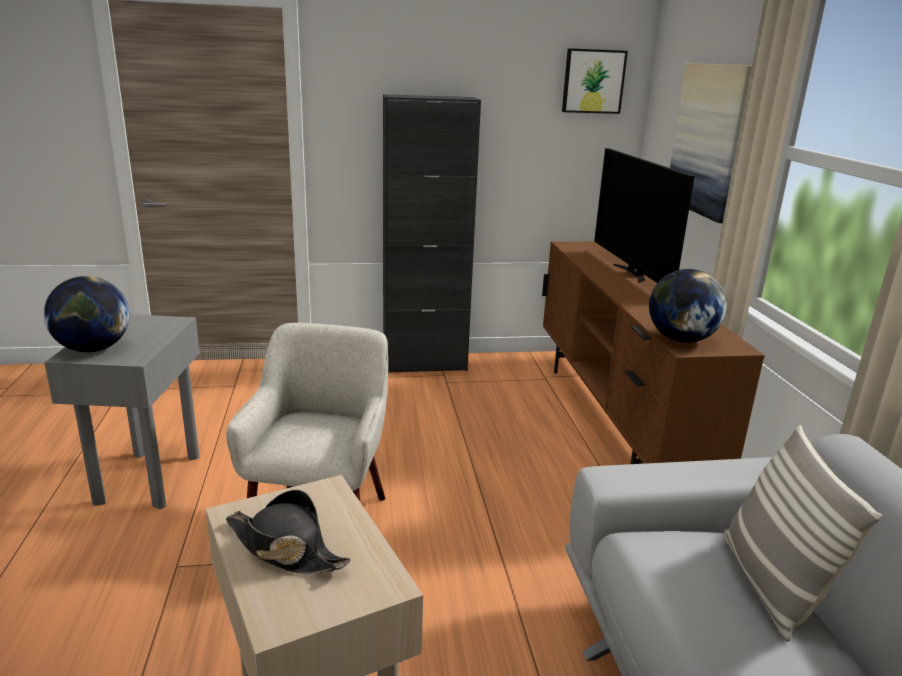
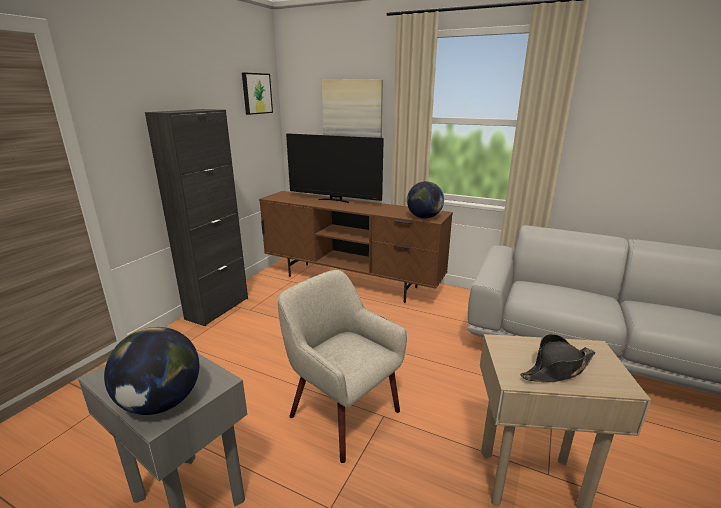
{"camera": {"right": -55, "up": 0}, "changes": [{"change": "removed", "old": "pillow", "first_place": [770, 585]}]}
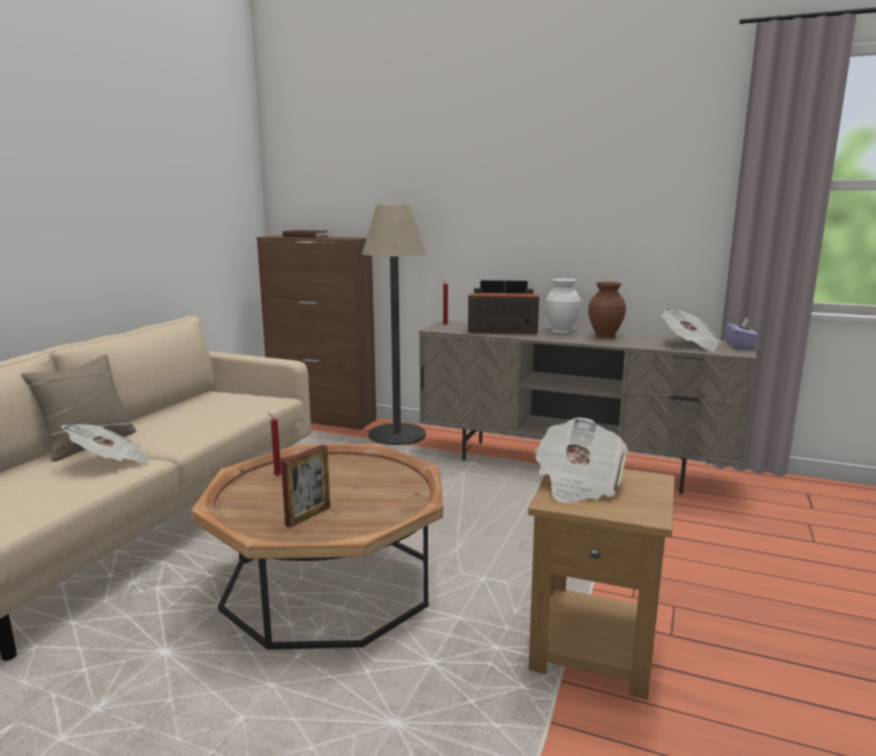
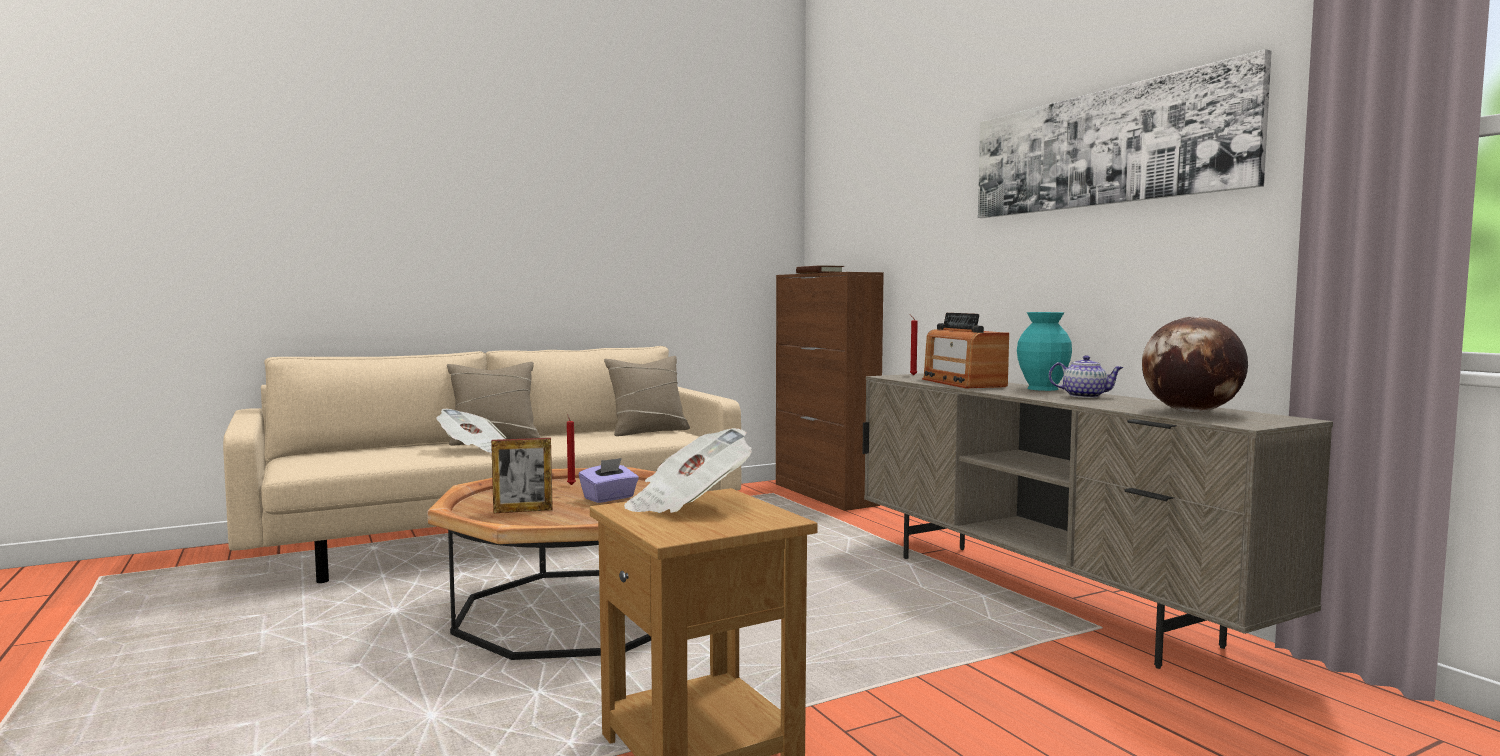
{"camera": {"right": 40, "up": -10}, "changes": [{"change": "removed", "old": "floor lamp", "first_place": [397, 435]}, {"change": "turned", "old": "radio receiver", "first_place": [502, 331], "second_place": [963, 383], "degrees": -150}, {"change": "recoloured", "old": "white vase", "new": "turquoise vase", "first_place": [561, 331], "second_place": [1042, 388]}, {"change": "replaced", "old": "brown-coloured vase", "new": "teapot", "first_place": [604, 336], "second_place": [1085, 396]}, {"change": "replaced", "old": "printed paper", "new": "desk globe", "first_place": [690, 345], "second_place": [1191, 412]}, {"change": "moved", "old": "purple-coloured box of tissues", "first_place": [739, 346], "second_place": [609, 498]}, {"change": "added", "new": "beige pillow", "second_place": [648, 431]}, {"change": "added", "new": "wall picture", "second_place": [1102, 149]}]}
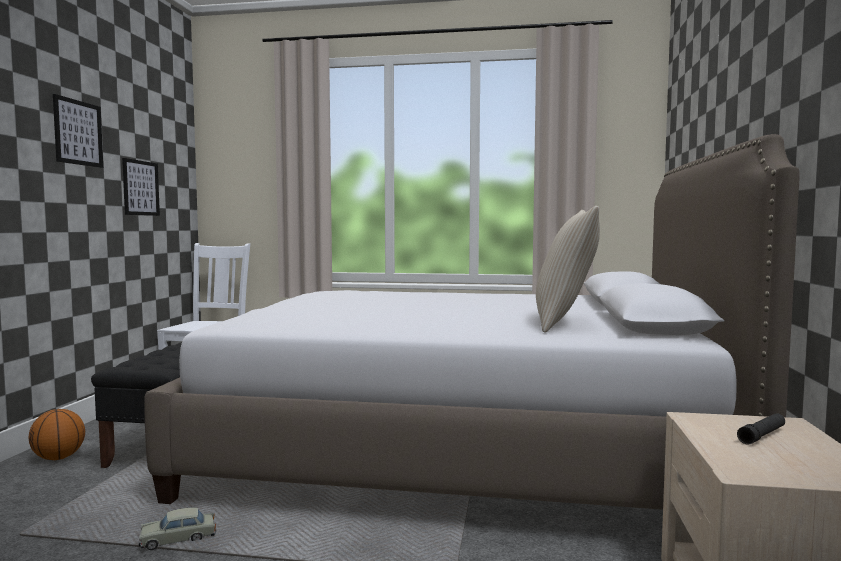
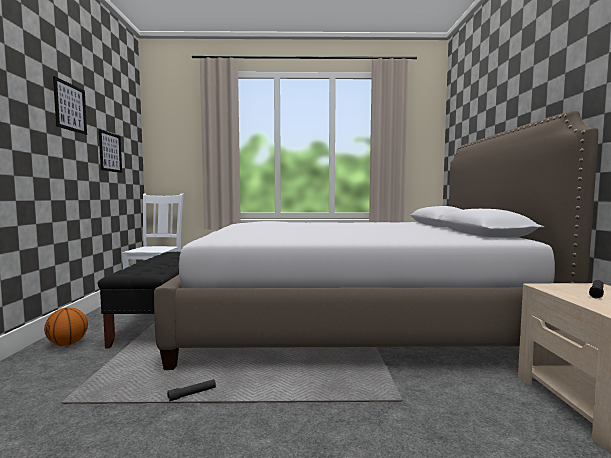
{"camera": {"right": -10, "up": 0}, "changes": [{"change": "replaced", "old": "beige model car", "new": "black flashlight", "first_place": [178, 539], "second_place": [192, 394]}, {"change": "removed", "old": "beige pillow", "first_place": [564, 322]}]}
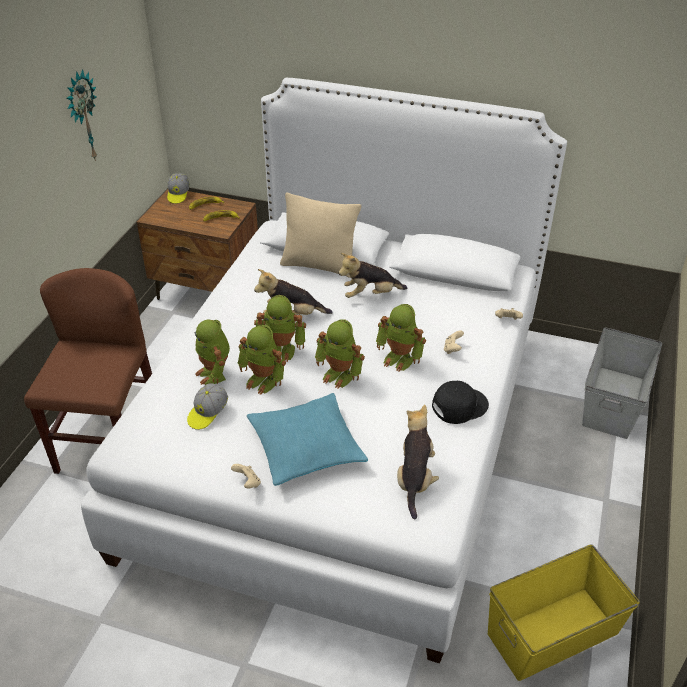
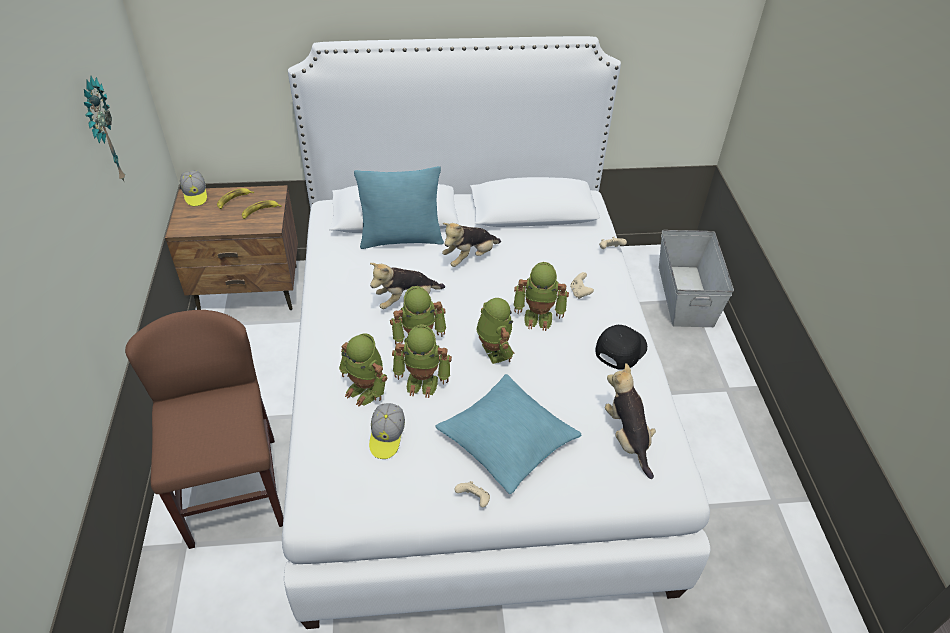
{"camera": {"right": -25, "up": 5}, "changes": [{"change": "recoloured", "old": "beige pillow", "new": "turquoise pillow", "first_place": [319, 266], "second_place": [401, 239]}, {"change": "turned", "old": "model robot", "first_place": [340, 375], "second_place": [493, 351], "degrees": -120}, {"change": "removed", "old": "yellowish storage box", "first_place": [551, 632]}]}
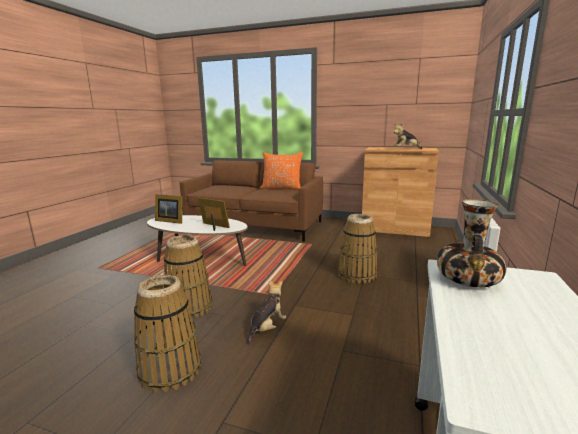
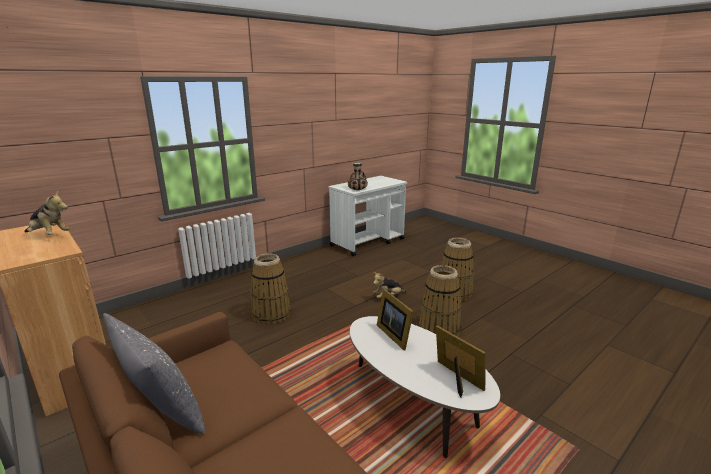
{"camera": {"right": -150, "up": 5}, "changes": [{"change": "recoloured", "old": "orange pillow", "new": "grey pillow", "first_place": [281, 188], "second_place": [162, 411]}]}
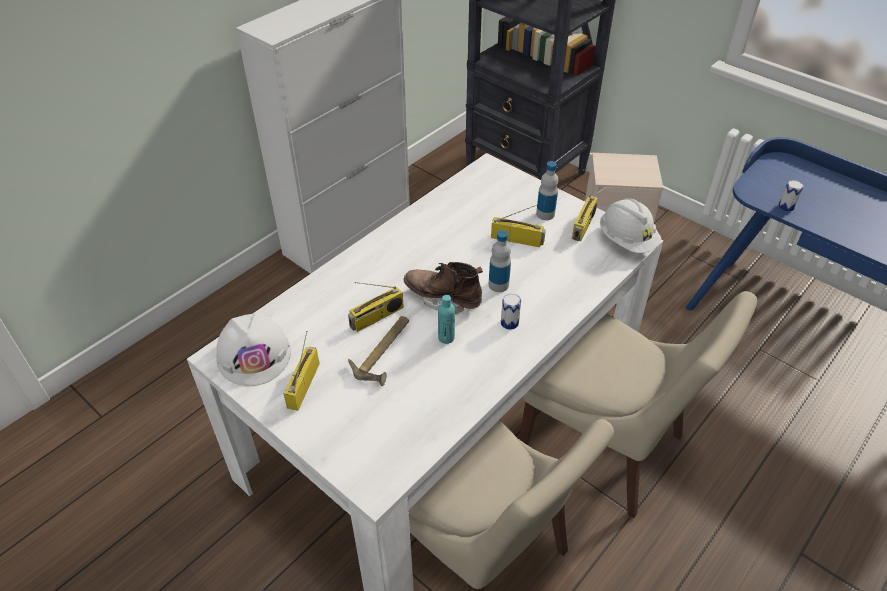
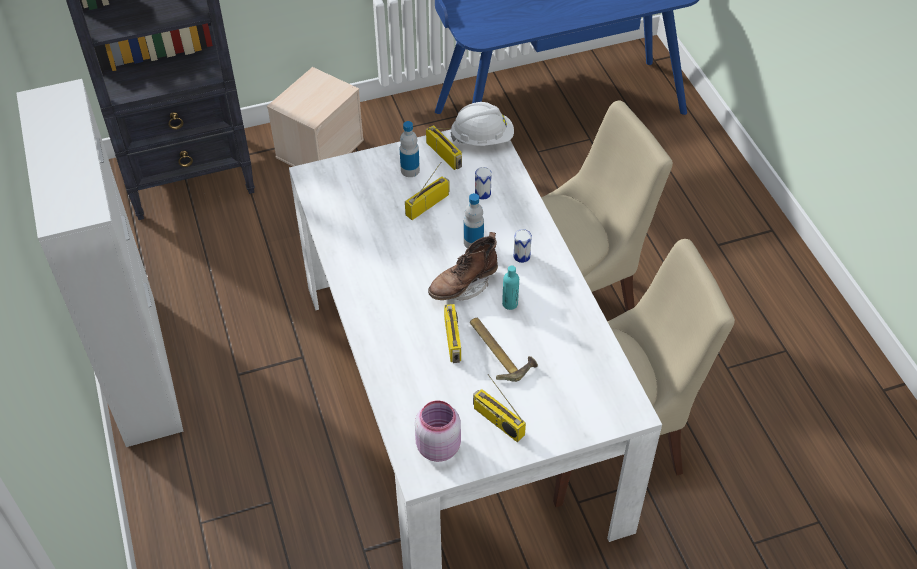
{"camera": {"right": -60, "up": 5}, "changes": [{"change": "replaced", "old": "white work helmet", "new": "pink-coloured storage jar", "first_place": [254, 354], "second_place": [437, 446]}, {"change": "moved", "old": "can", "first_place": [786, 207], "second_place": [482, 194]}]}
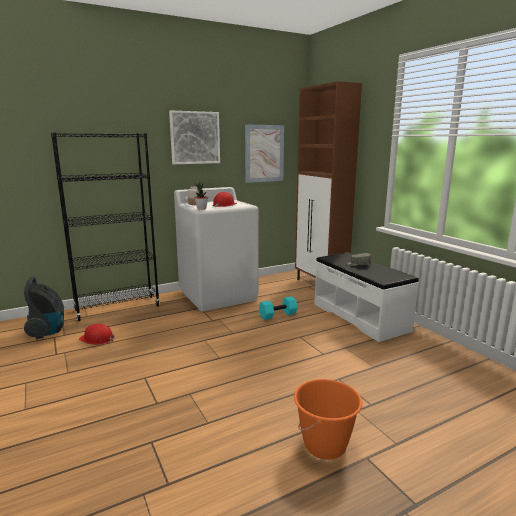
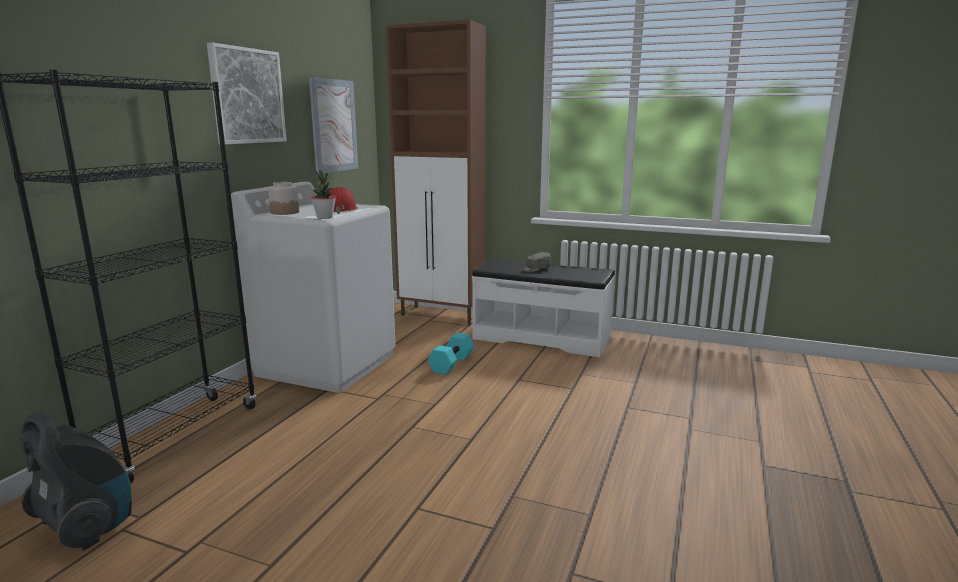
{"camera": {"right": -40, "up": 0}, "changes": [{"change": "removed", "old": "reddish work helmet", "first_place": [97, 339]}, {"change": "removed", "old": "orange pail", "first_place": [325, 445]}]}
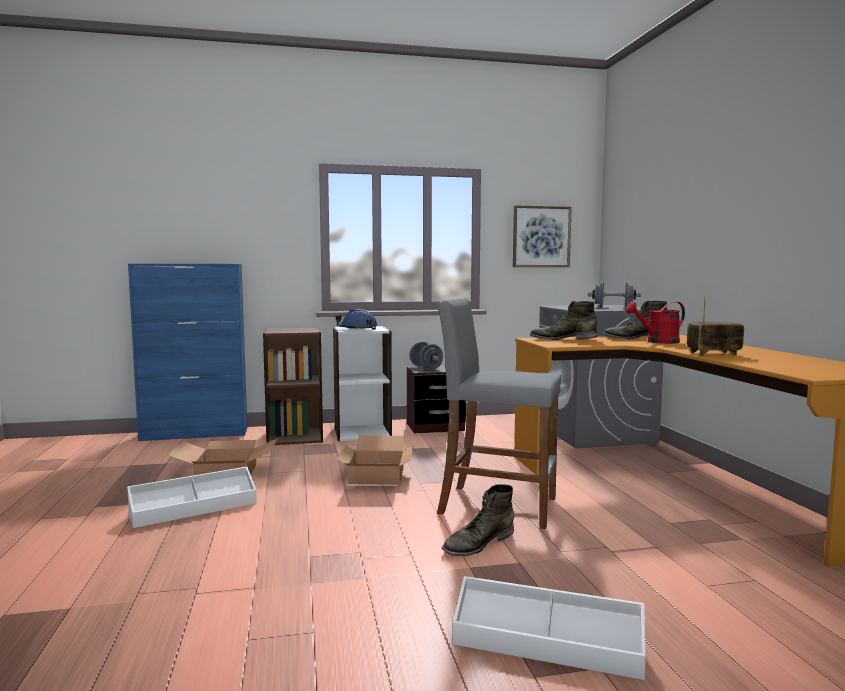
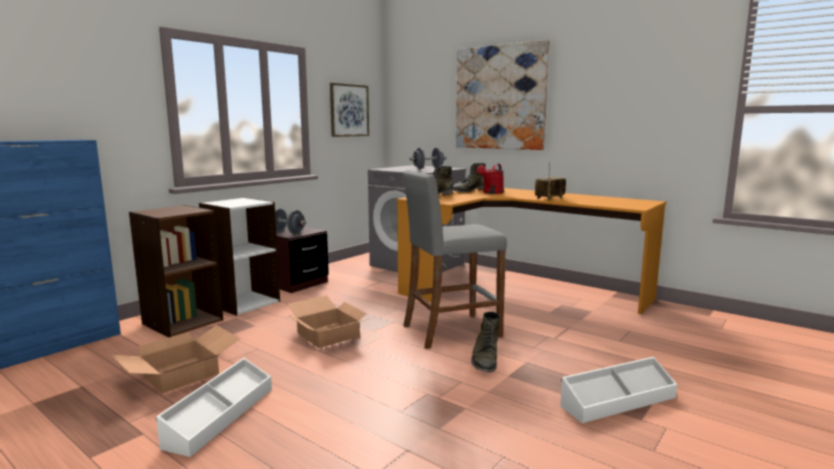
{"camera": {"right": -40, "up": 5}, "changes": [{"change": "removed", "old": "blue work helmet", "first_place": [357, 329]}, {"change": "added", "new": "wall picture", "second_place": [500, 97]}]}
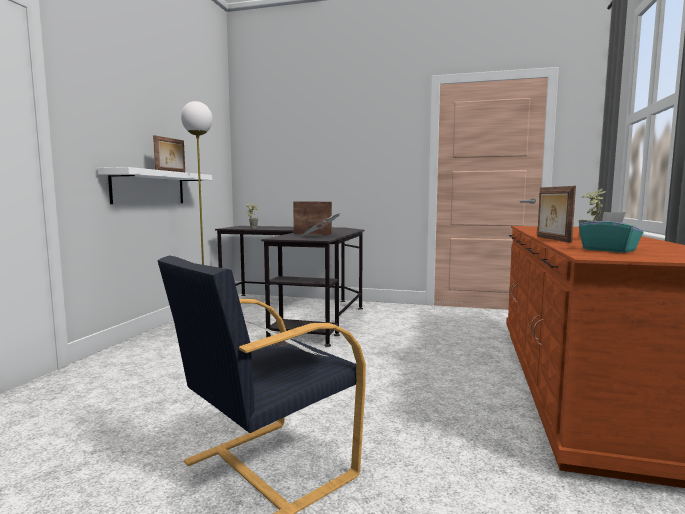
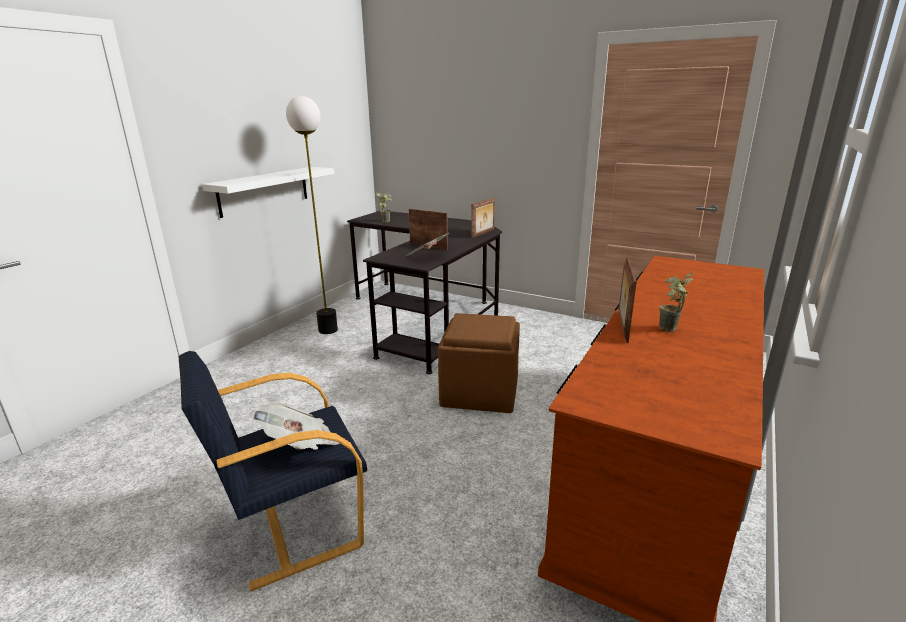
{"camera": {"right": 15, "up": 15}, "changes": [{"change": "moved", "old": "standing frame", "first_place": [171, 172], "second_place": [483, 234]}, {"change": "removed", "old": "turquoise box of tissues", "first_place": [609, 250]}, {"change": "added", "new": "brown-coloured footrest", "second_place": [480, 392]}]}
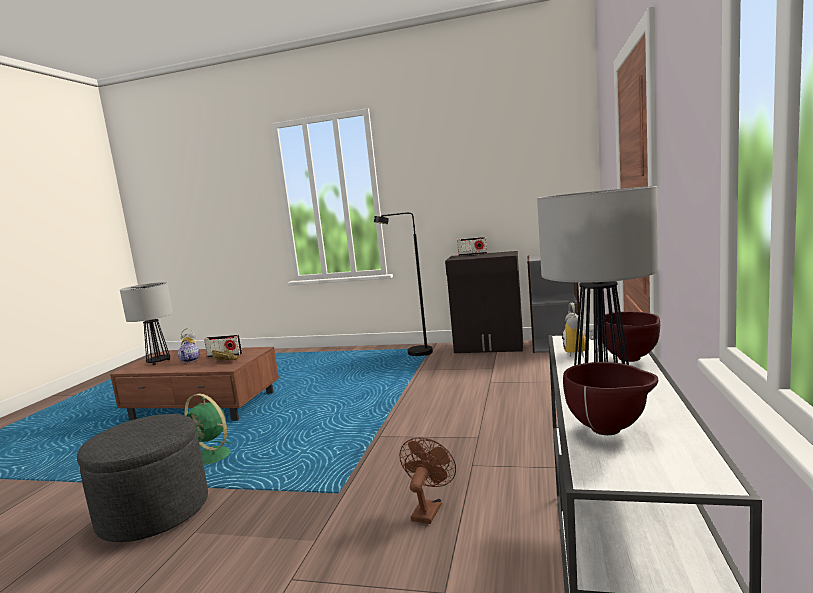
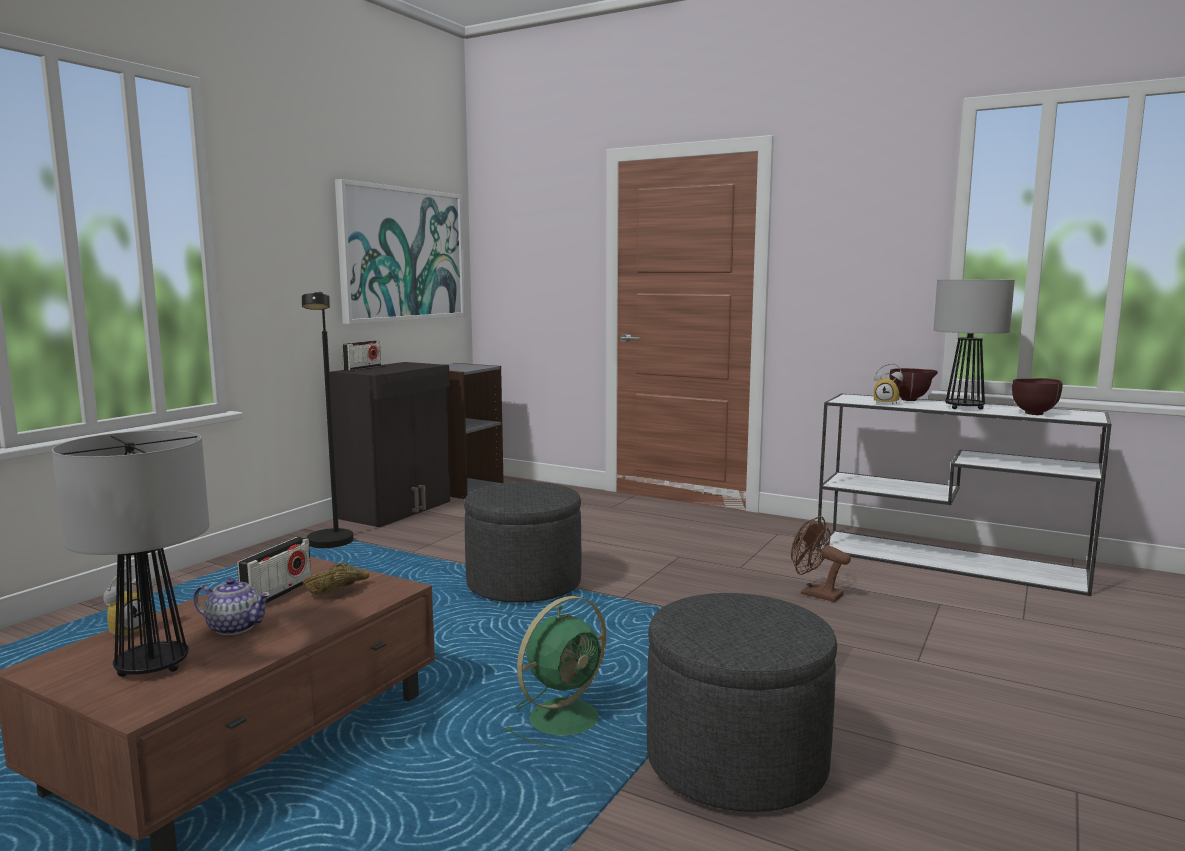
{"camera": {"right": -75, "up": 0}, "changes": [{"change": "added", "new": "wall picture", "second_place": [403, 254]}, {"change": "added", "new": "grey footrest", "second_place": [524, 584]}]}
